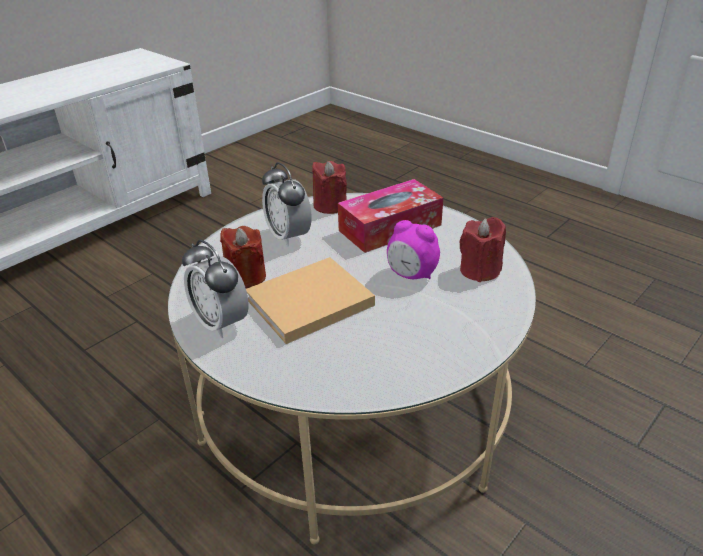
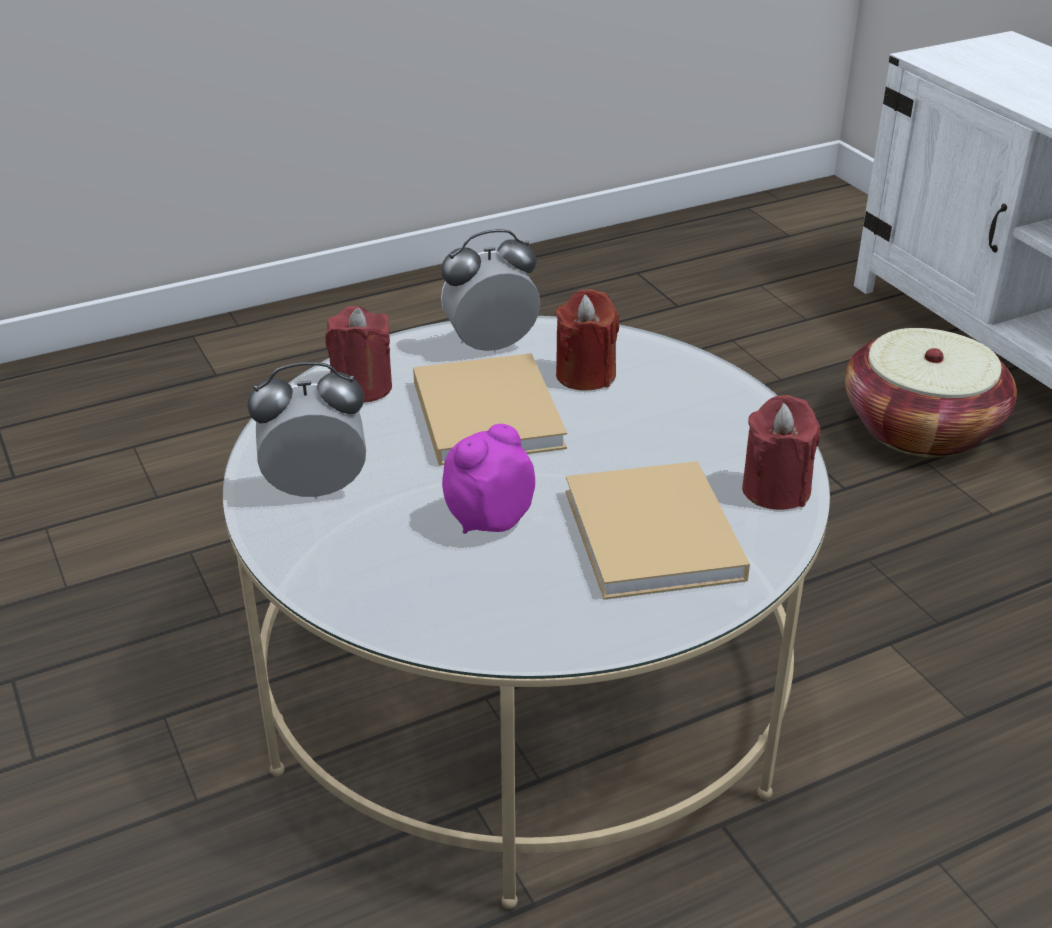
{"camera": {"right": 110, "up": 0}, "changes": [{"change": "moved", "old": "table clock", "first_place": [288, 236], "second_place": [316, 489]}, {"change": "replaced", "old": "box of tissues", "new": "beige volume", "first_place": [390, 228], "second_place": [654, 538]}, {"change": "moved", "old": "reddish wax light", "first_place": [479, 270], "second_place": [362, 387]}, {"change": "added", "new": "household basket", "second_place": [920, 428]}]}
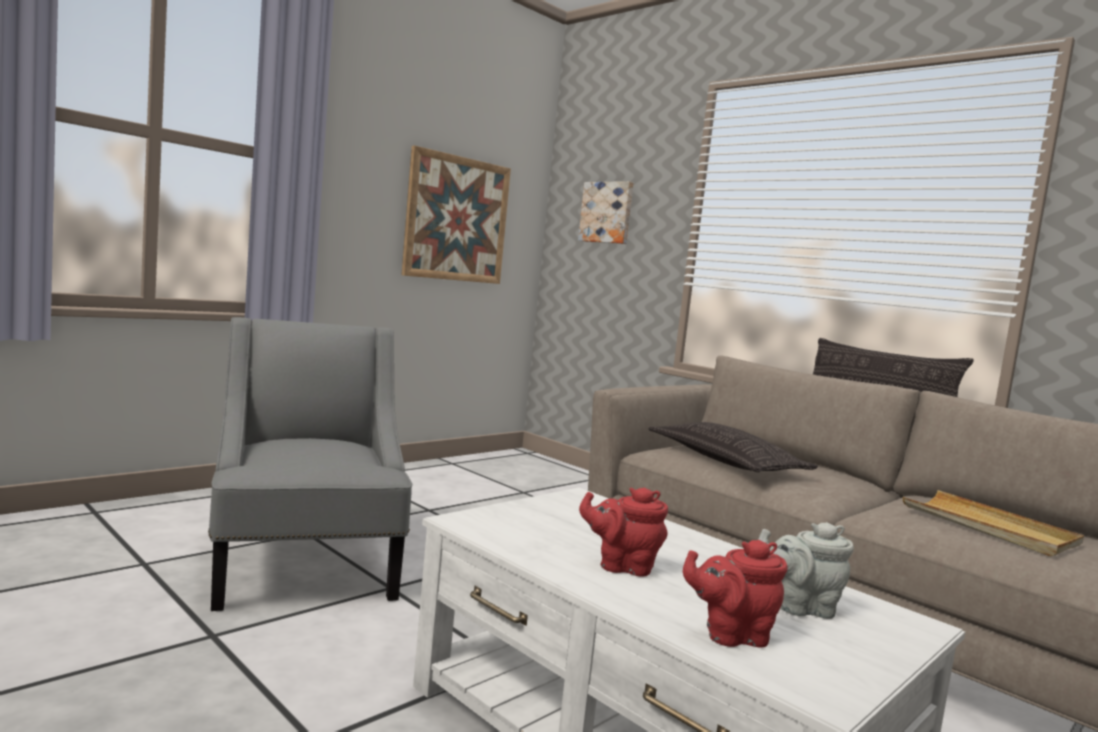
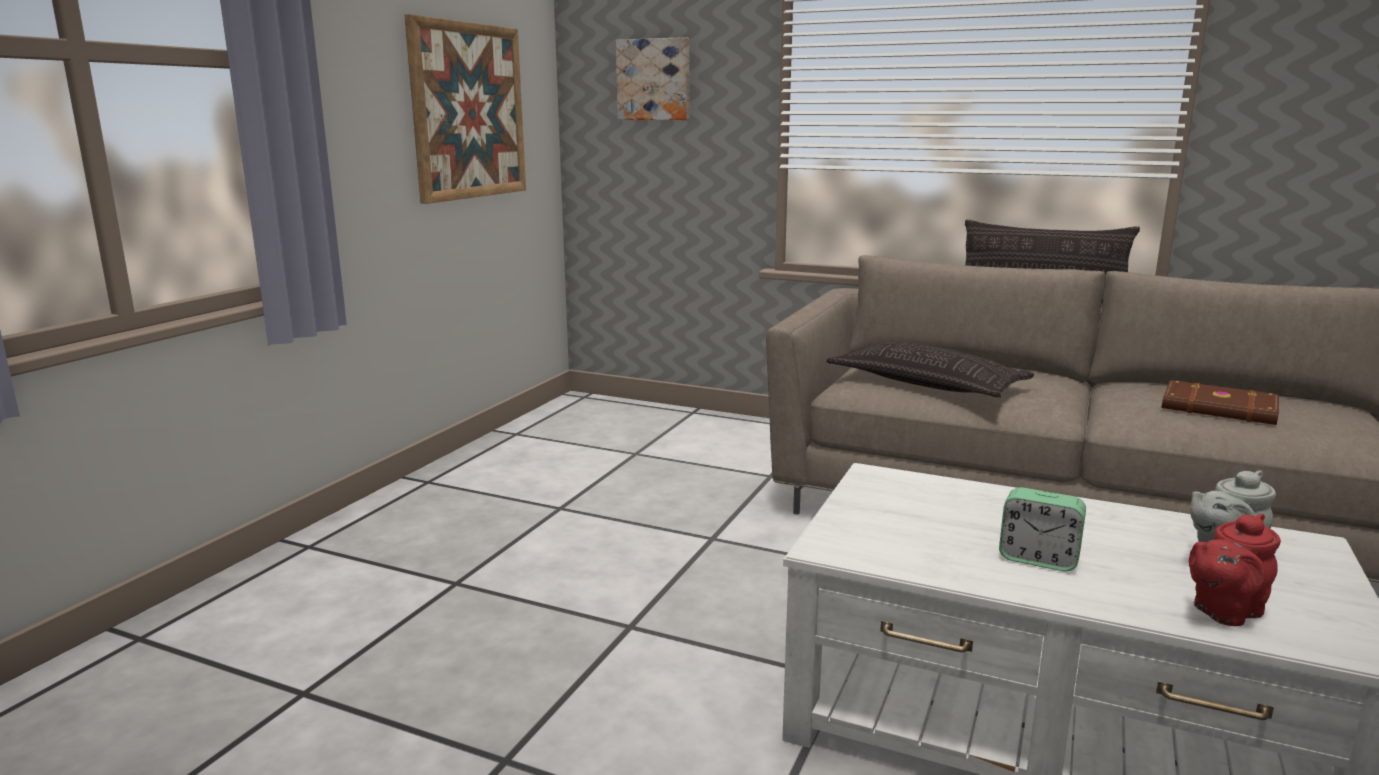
{"camera": {"right": -20, "up": 10}, "changes": [{"change": "removed", "old": "grey easy chair", "first_place": [305, 563]}, {"change": "replaced", "old": "reddish teapot", "new": "table clock", "first_place": [622, 566], "second_place": [1038, 559]}, {"change": "replaced", "old": "beige serving tray", "new": "brown-coloured volume", "first_place": [988, 527], "second_place": [1219, 409]}]}
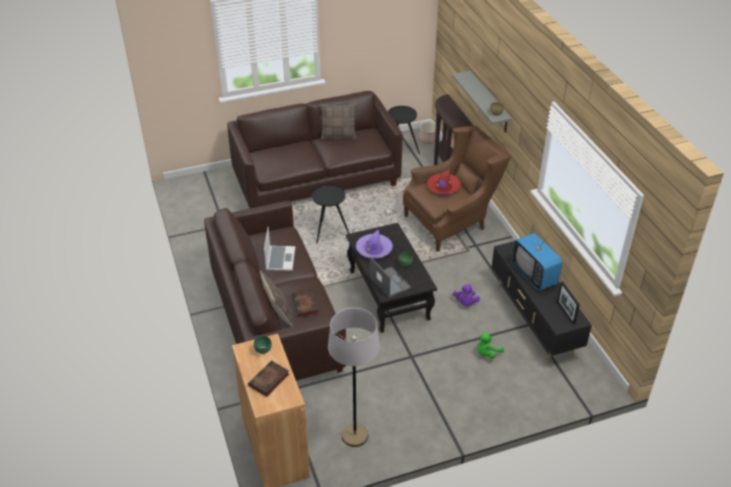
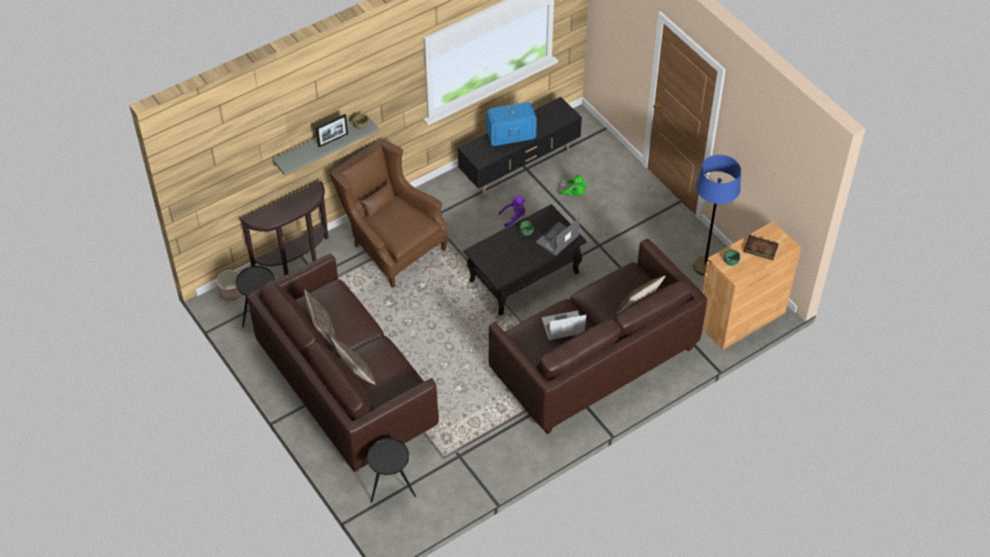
{"camera": {"right": -105, "up": 10}, "changes": [{"change": "removed", "old": "volume", "first_place": [305, 305]}, {"change": "moved", "old": "black side table", "first_place": [330, 232], "second_place": [391, 488]}, {"change": "recoloured", "old": "grey floor lamp", "new": "blue floor lamp", "first_place": [355, 436], "second_place": [704, 266]}, {"change": "removed", "old": "purple-coloured wearable hat", "first_place": [374, 249]}, {"change": "removed", "old": "reddish wearable hat", "first_place": [443, 187]}, {"change": "turned", "old": "television", "first_place": [534, 275], "second_place": [511, 137], "degrees": -150}, {"change": "moved", "old": "standing frame", "first_place": [566, 312], "second_place": [333, 140]}, {"change": "added", "new": "pillow", "second_place": [355, 373]}]}
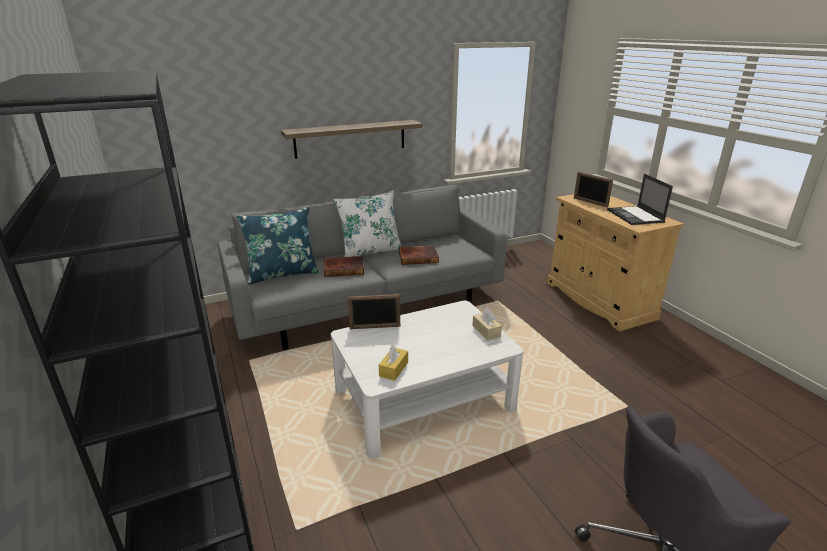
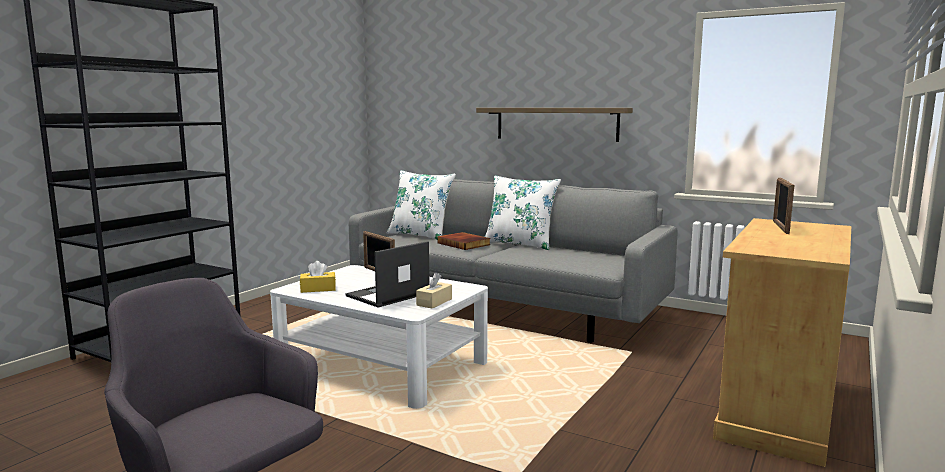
{"camera": {"right": 55, "up": -15}, "changes": [{"change": "recoloured", "old": "blue pillow", "new": "white pillow", "first_place": [282, 274], "second_place": [420, 235]}, {"change": "removed", "old": "volume", "first_place": [418, 257]}, {"change": "moved", "old": "laptop", "first_place": [635, 216], "second_place": [387, 295]}]}
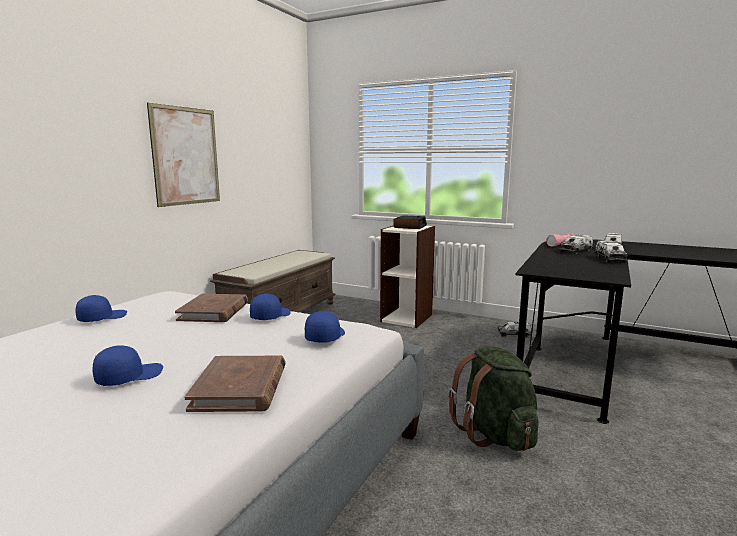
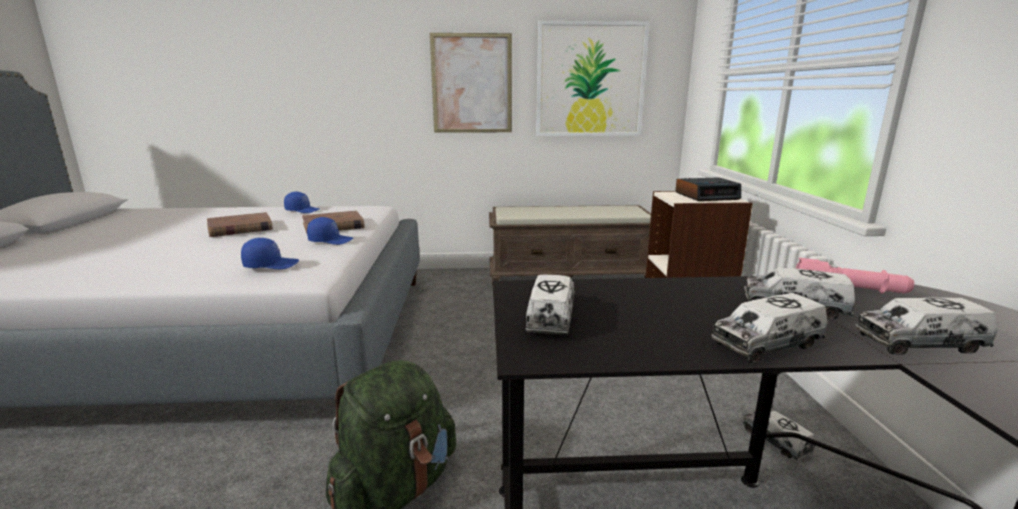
{"camera": {"right": 60, "up": 5}, "changes": [{"change": "removed", "old": "blue peaked cap", "first_place": [129, 376]}, {"change": "moved", "old": "brown-coloured volume", "first_place": [240, 388], "second_place": [240, 228]}, {"change": "added", "new": "toy truck", "second_place": [551, 317]}, {"change": "added", "new": "wall picture", "second_place": [590, 80]}]}
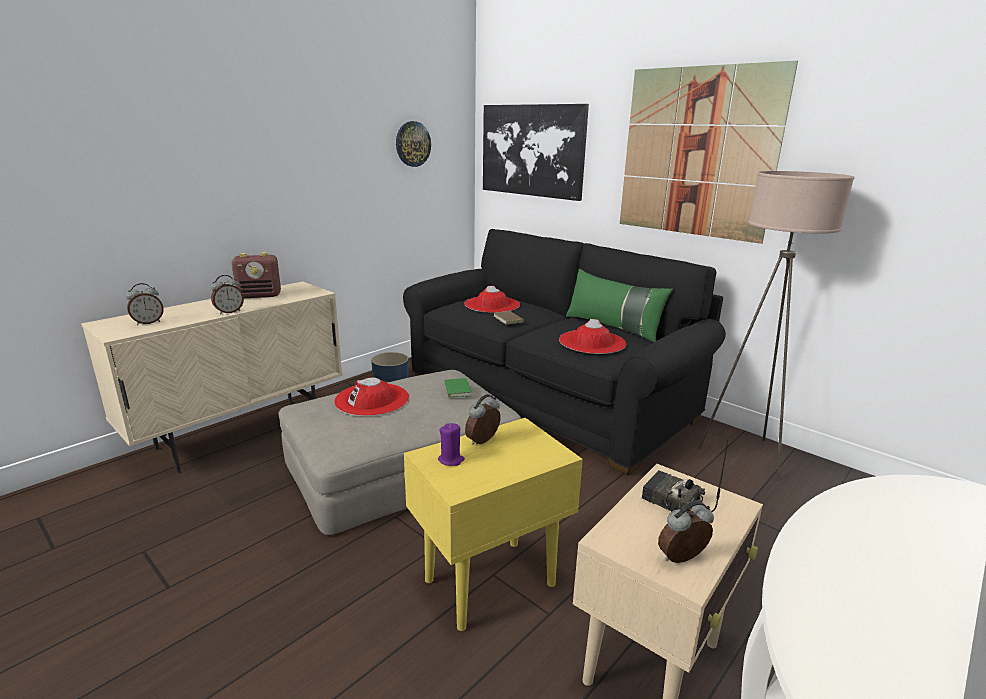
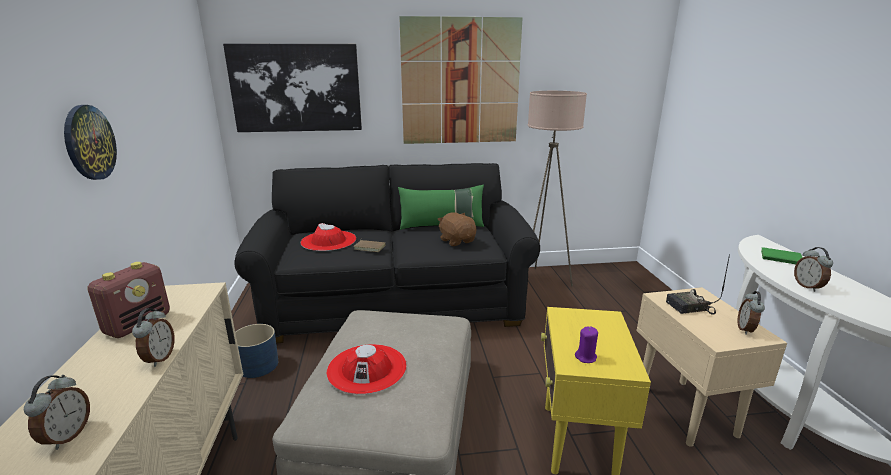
{"camera": {"right": -50, "up": 0}, "changes": [{"change": "moved", "old": "hanging clock", "first_place": [412, 144], "second_place": [89, 142]}, {"change": "moved", "old": "green-coloured volume", "first_place": [456, 390], "second_place": [781, 259]}, {"change": "moved", "old": "table clock", "first_place": [483, 441], "second_place": [808, 286]}, {"change": "replaced", "old": "reddish wearable hat", "new": "brown-coloured plush toy", "first_place": [592, 342], "second_place": [457, 241]}]}
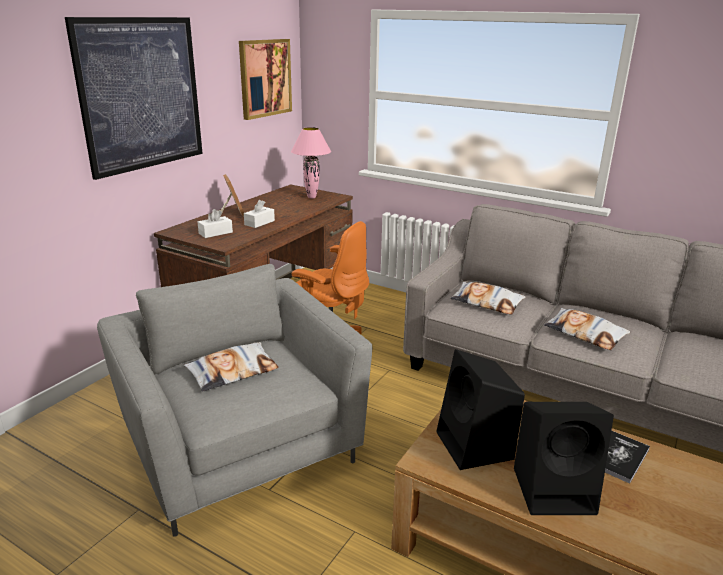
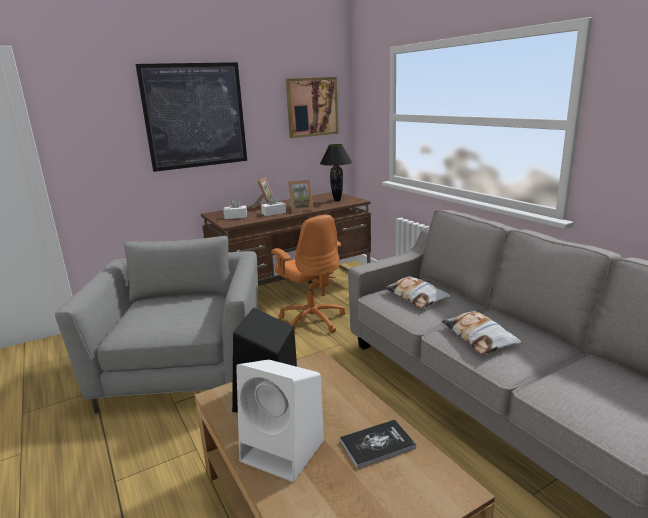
{"camera": {"right": 30, "up": -5}, "changes": [{"change": "removed", "old": "pillow", "first_place": [232, 372]}, {"change": "recoloured", "old": "pink-coloured lamp for a table", "new": "black lamp for a table", "first_place": [312, 197], "second_place": [337, 200]}, {"change": "recoloured", "old": "black speaker", "new": "white speaker", "first_place": [555, 490], "second_place": [285, 451]}, {"change": "added", "new": "standing frame", "second_place": [300, 209]}]}
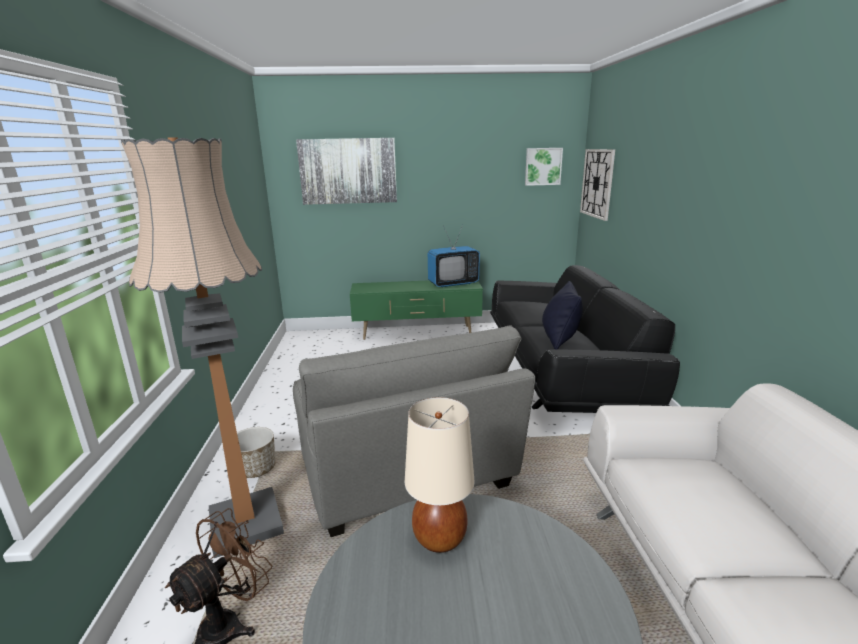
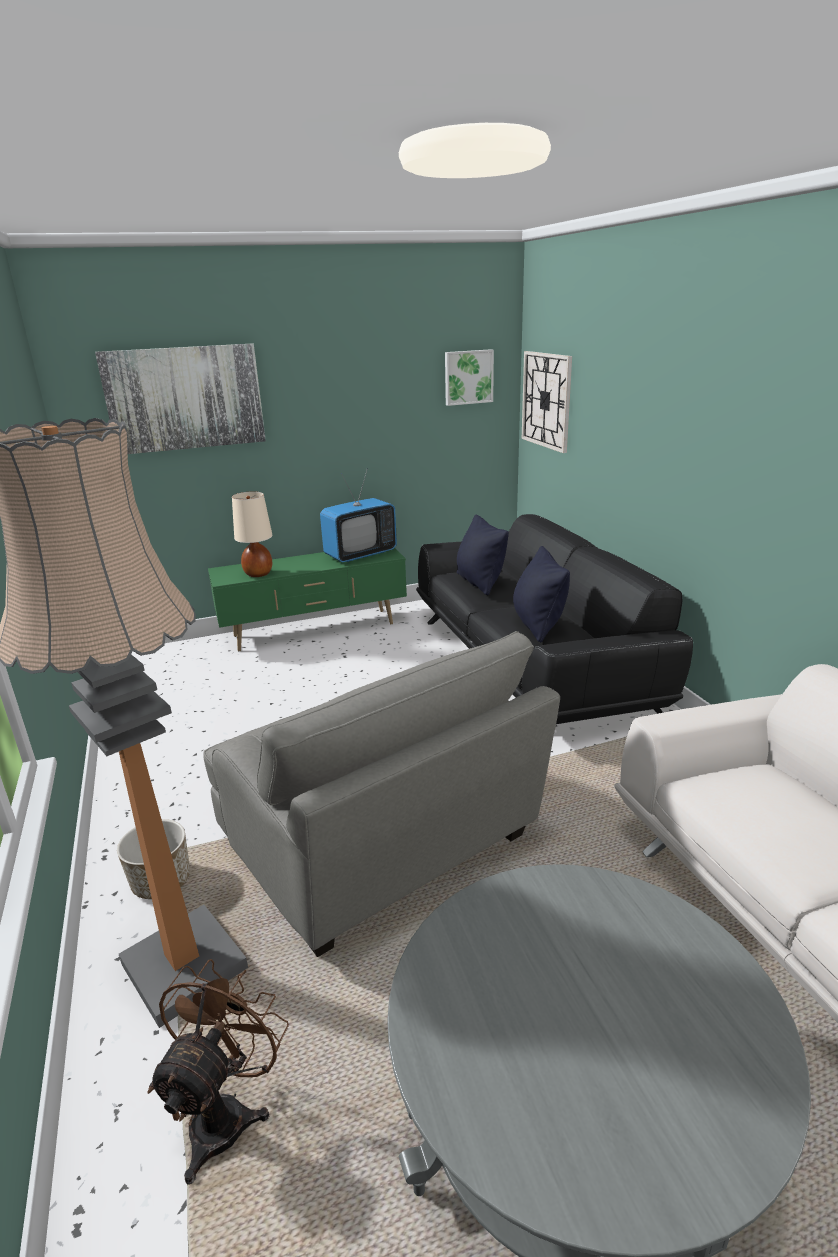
{"camera": {"right": -15, "up": 5}, "changes": [{"change": "moved", "old": "beige lamp for a table", "first_place": [439, 539], "second_place": [258, 574]}, {"change": "added", "new": "black pillow", "second_place": [480, 582]}]}
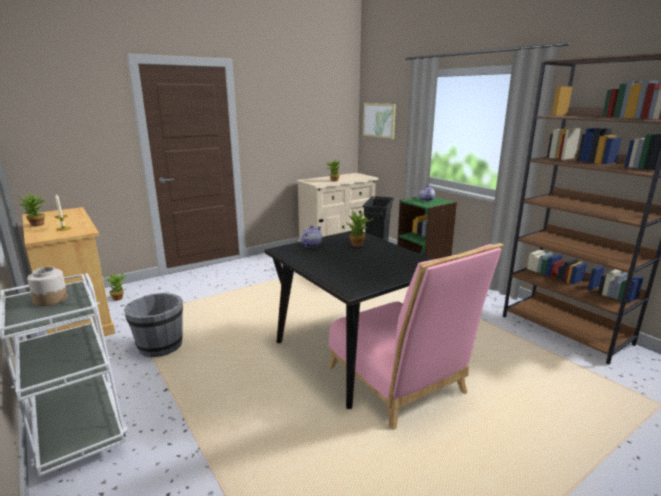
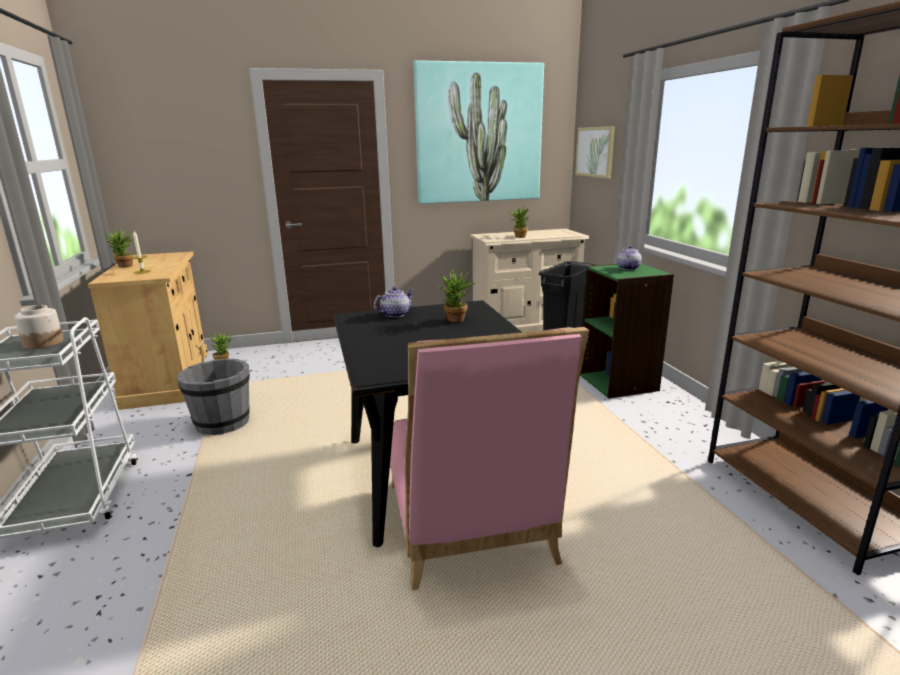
{"camera": {"right": 20, "up": 0}, "changes": [{"change": "added", "new": "wall picture", "second_place": [478, 134]}]}
